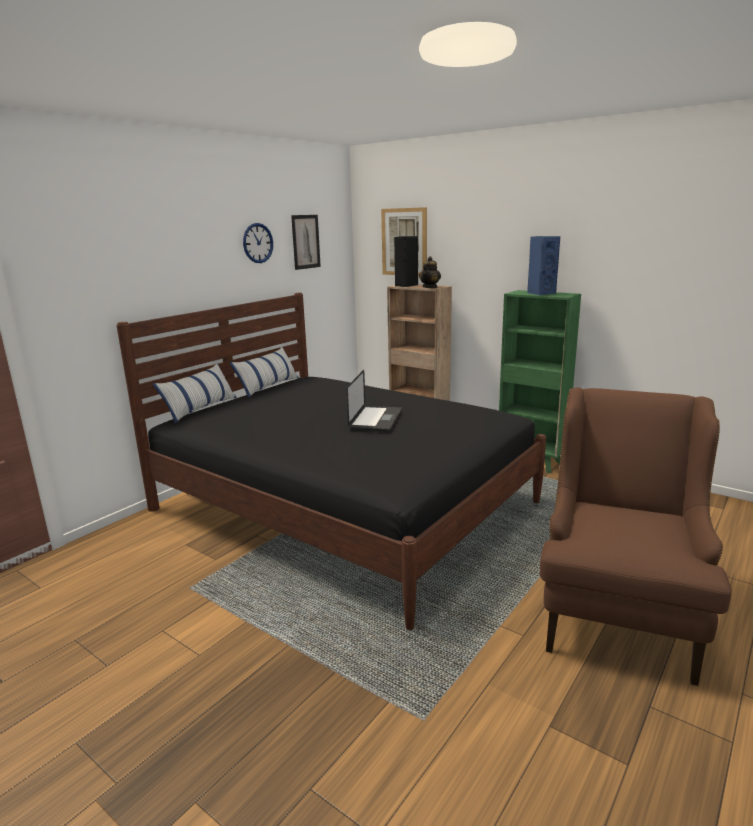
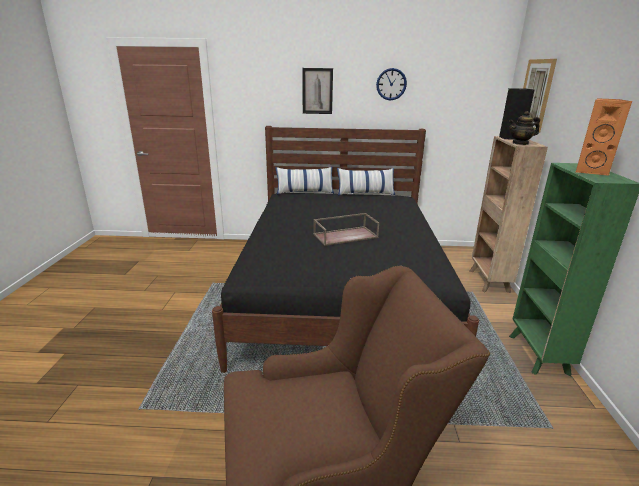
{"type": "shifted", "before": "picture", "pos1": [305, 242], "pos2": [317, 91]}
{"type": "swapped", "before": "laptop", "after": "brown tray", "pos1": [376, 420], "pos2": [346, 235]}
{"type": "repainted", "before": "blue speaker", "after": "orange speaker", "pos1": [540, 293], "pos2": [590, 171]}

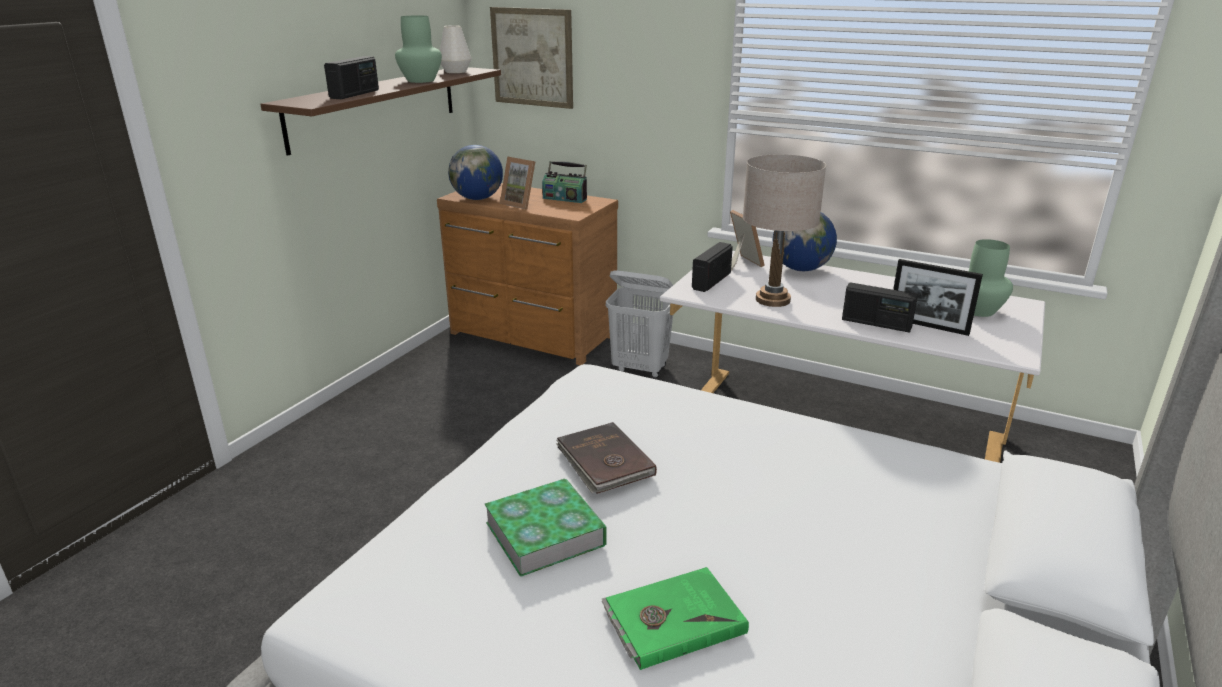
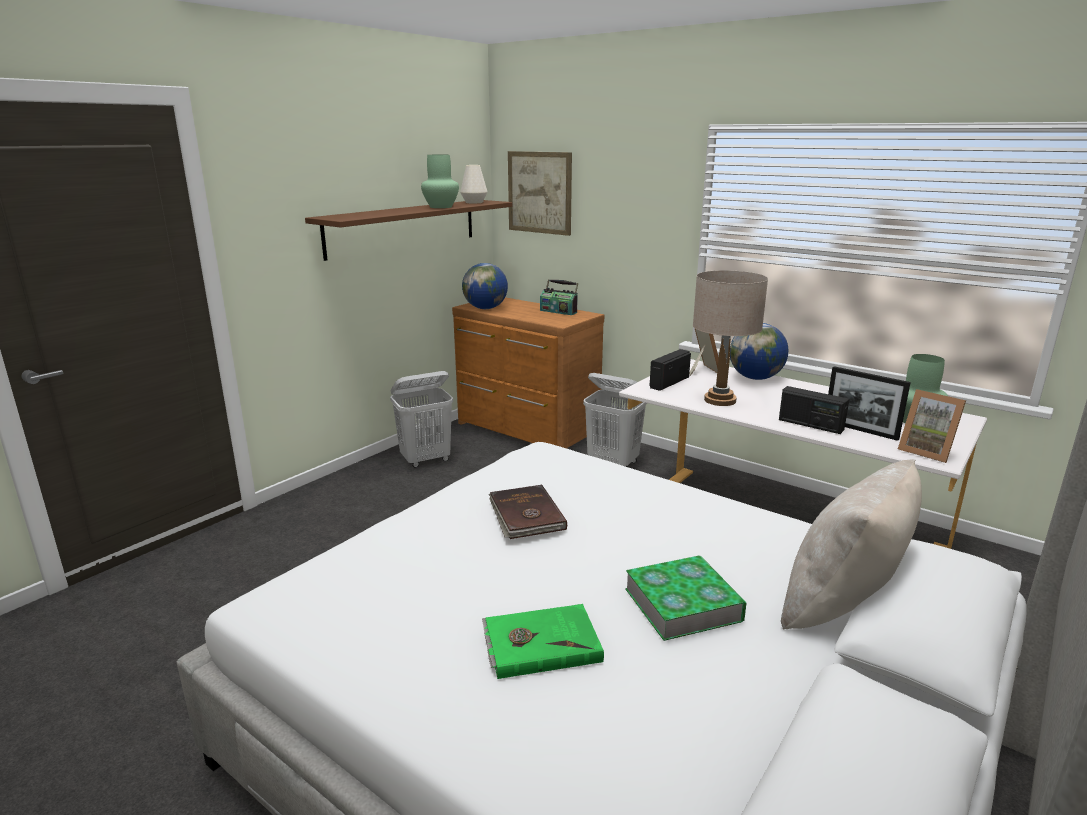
{"type": "gone", "before": "radio", "pos1": [355, 94]}
{"type": "new", "after": "white laundry basket", "pos2": [426, 460]}
{"type": "new", "after": "beige pillow", "pos2": [842, 606]}
{"type": "shifted", "before": "book", "pos1": [545, 533], "pos2": [682, 604]}
{"type": "shifted", "before": "picture frame", "pos1": [521, 204], "pos2": [927, 451]}

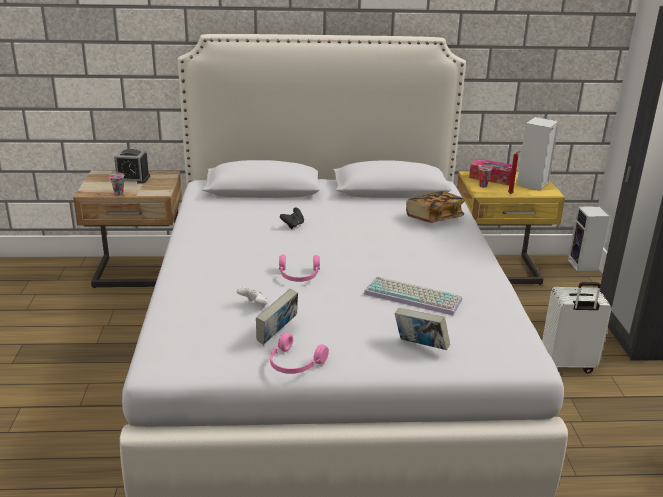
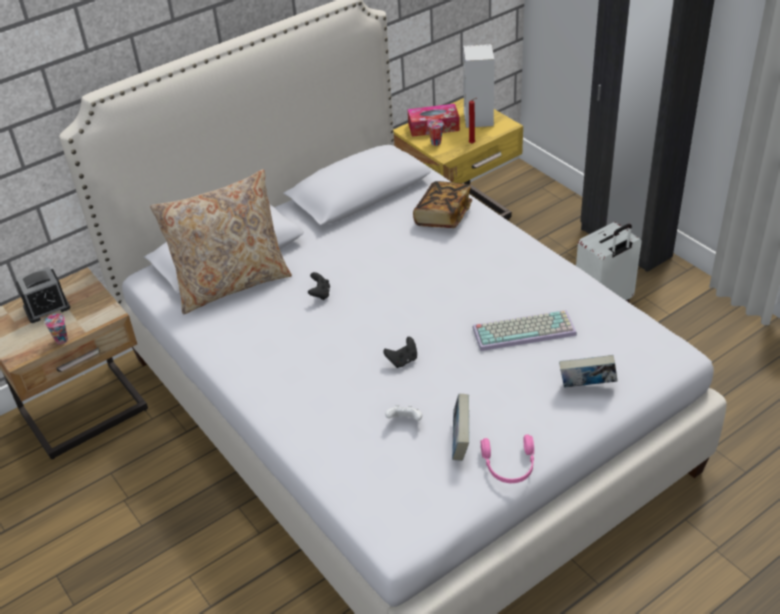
{"type": "gone", "before": "speaker", "pos1": [583, 265]}
{"type": "new", "after": "beige pillow", "pos2": [231, 283]}
{"type": "swapped", "before": "pink headphones", "after": "black game controller", "pos1": [299, 276], "pos2": [402, 360]}

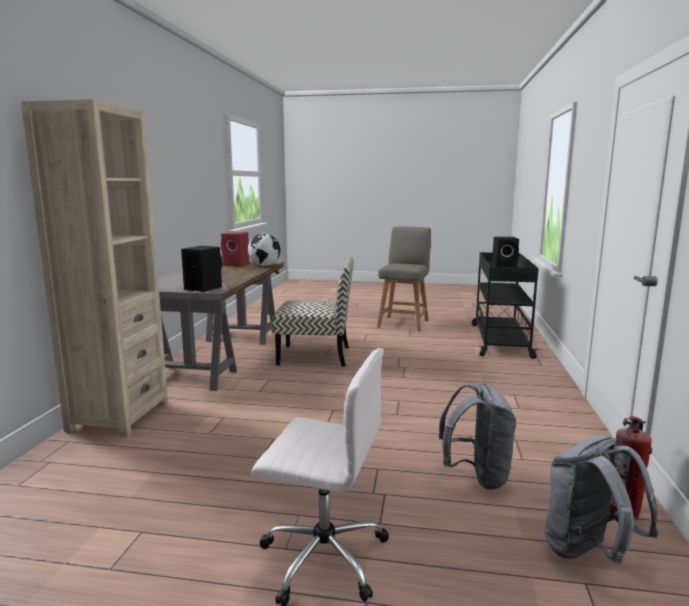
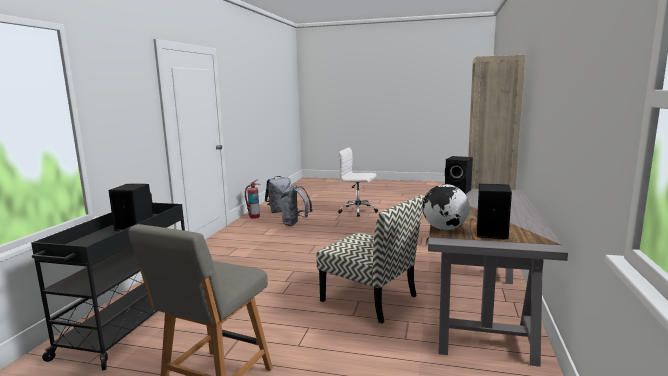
{"type": "repainted", "before": "red speaker", "after": "black speaker", "pos1": [237, 264], "pos2": [490, 233]}
{"type": "rotated", "before": "chair", "pos1": [316, 355], "pos2": [370, 298], "turn": -150}

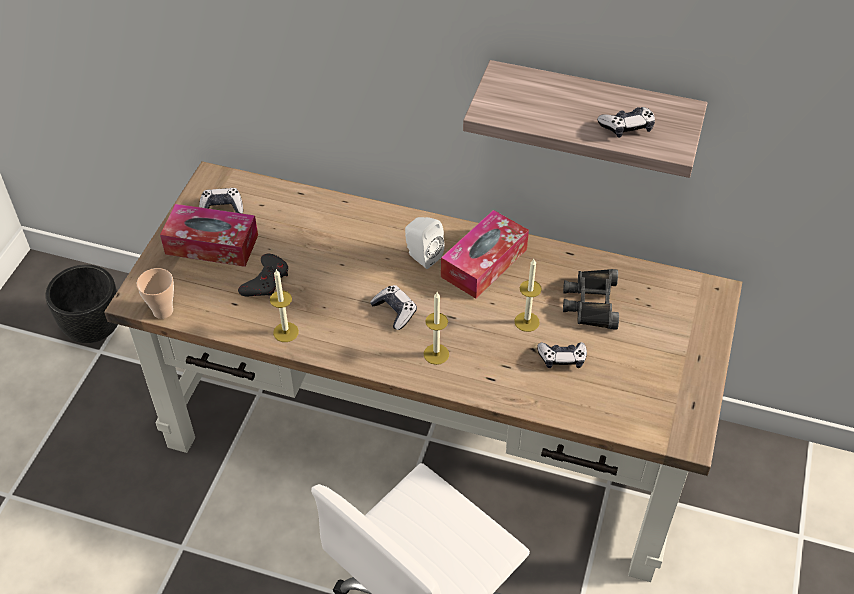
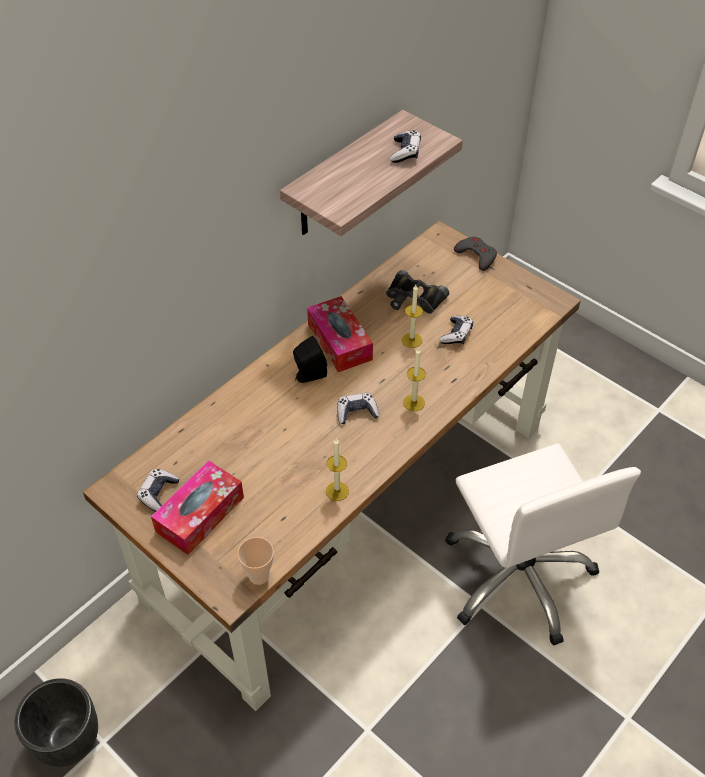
{"type": "shifted", "before": "grey game controller", "pos1": [266, 281], "pos2": [476, 256]}
{"type": "repainted", "before": "white speaker", "after": "black speaker", "pos1": [422, 256], "pos2": [308, 375]}

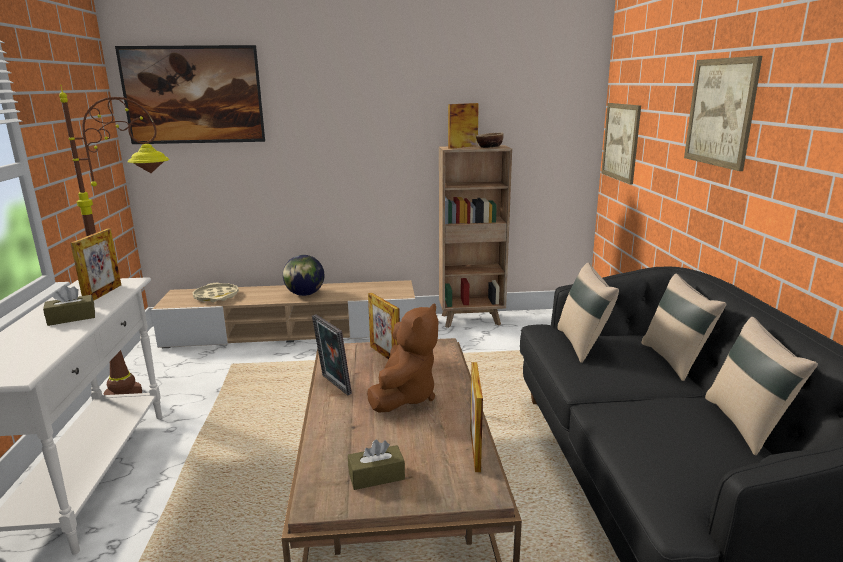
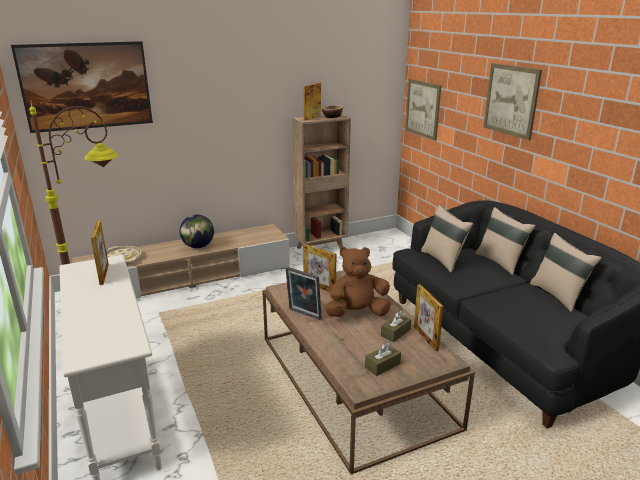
{"type": "shifted", "before": "brown tissue box", "pos1": [71, 318], "pos2": [395, 333]}
{"type": "rotated", "before": "brown plush toy", "pos1": [405, 396], "pos2": [357, 313], "turn": -105}

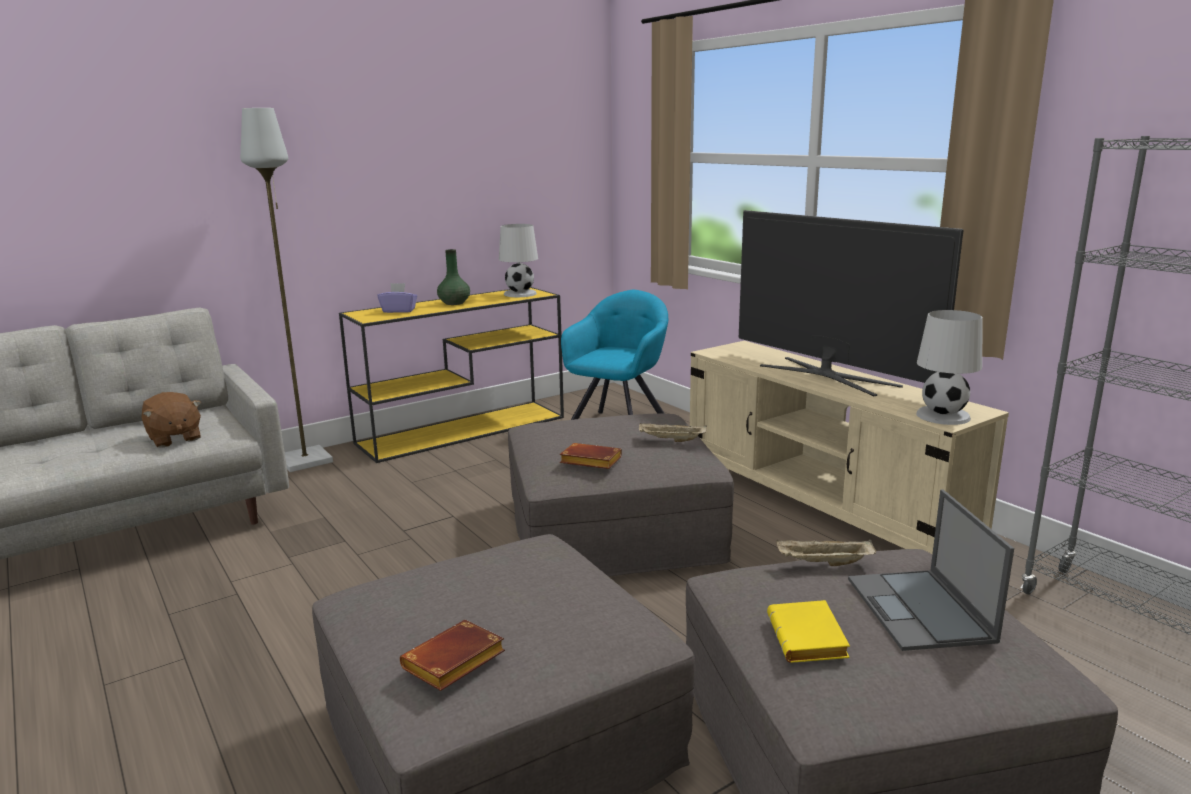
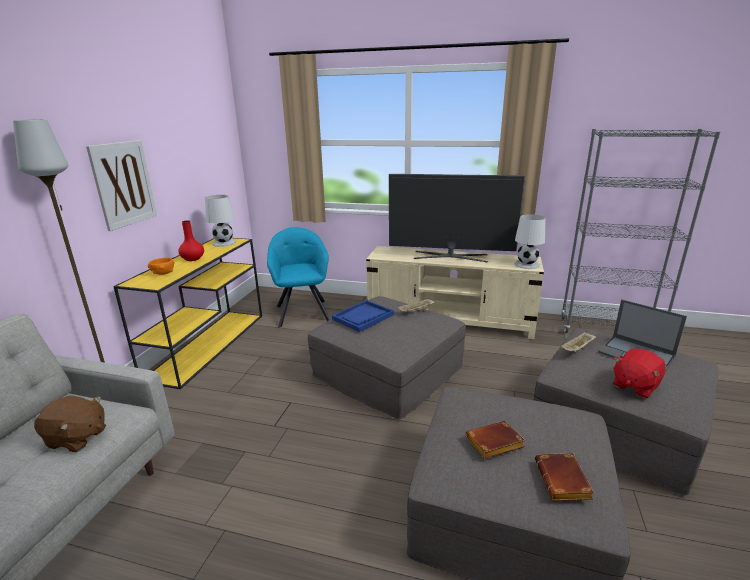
{"type": "new", "after": "picture", "pos2": [123, 184]}
{"type": "new", "after": "blue tray", "pos2": [363, 317]}
{"type": "shifted", "before": "brown book", "pos1": [589, 462], "pos2": [493, 444]}
{"type": "swapped", "before": "purple tissue box", "after": "orange bowl", "pos1": [399, 310], "pos2": [163, 273]}
{"type": "swapped", "before": "yellow book", "after": "red plush toy", "pos1": [810, 640], "pos2": [634, 386]}
{"type": "repainted", "before": "green vase", "after": "red vase", "pos1": [454, 303], "pos2": [192, 259]}

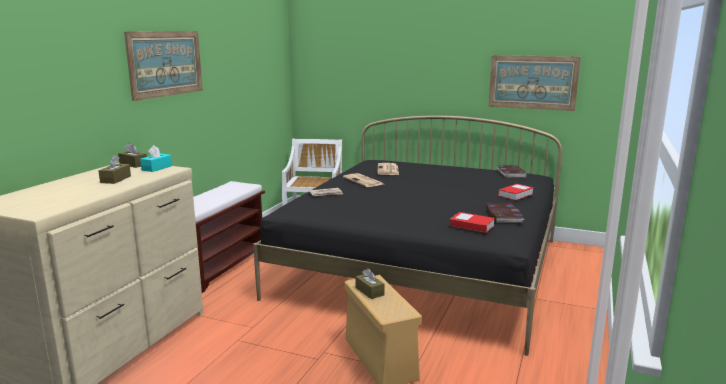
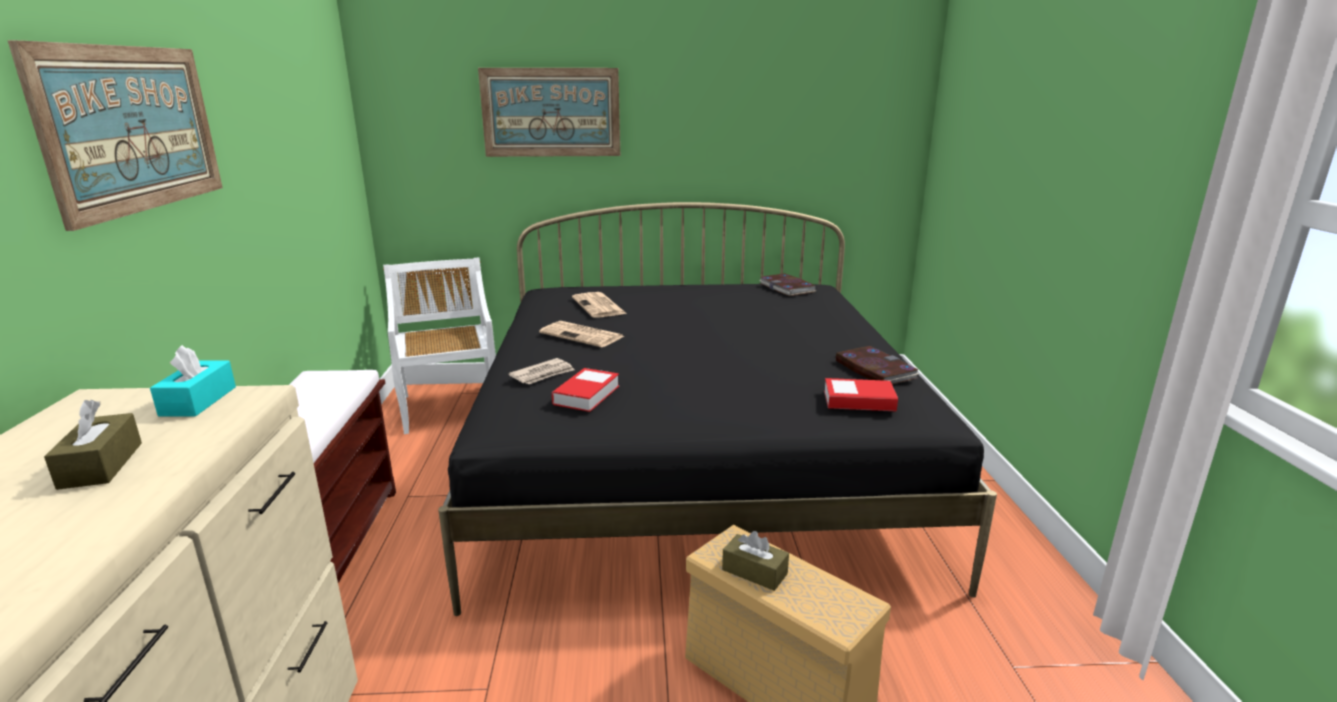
{"type": "gone", "before": "brown tissue box", "pos1": [133, 164]}
{"type": "shifted", "before": "picture", "pos1": [532, 82], "pos2": [551, 112]}
{"type": "shifted", "before": "book", "pos1": [515, 195], "pos2": [586, 395]}

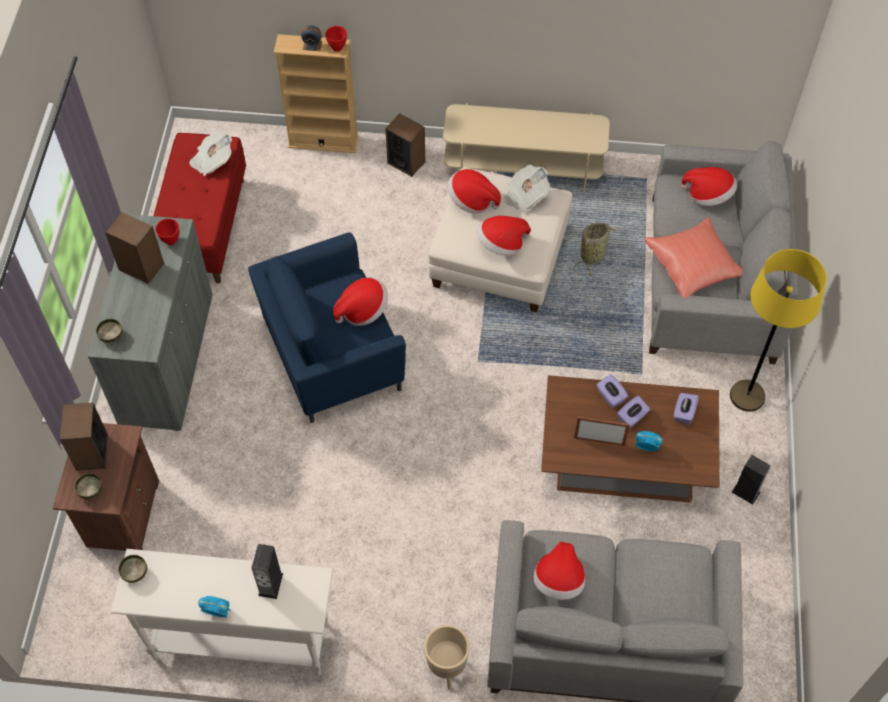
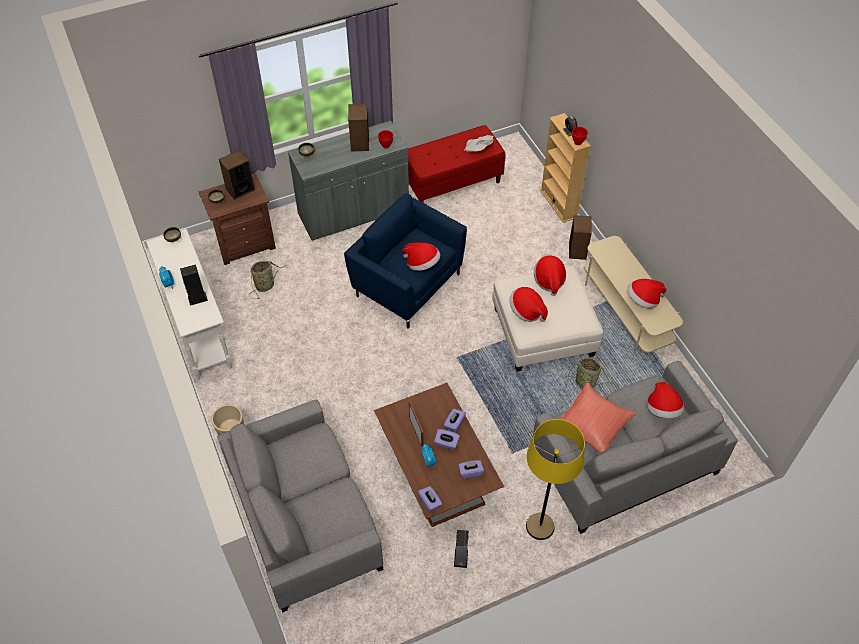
{"type": "gone", "before": "newspaper", "pos1": [525, 196]}
{"type": "new", "after": "basket", "pos2": [266, 285]}
{"type": "new", "after": "purple tissue box", "pos2": [430, 502]}
{"type": "shifted", "before": "hat", "pos1": [559, 581], "pos2": [643, 300]}

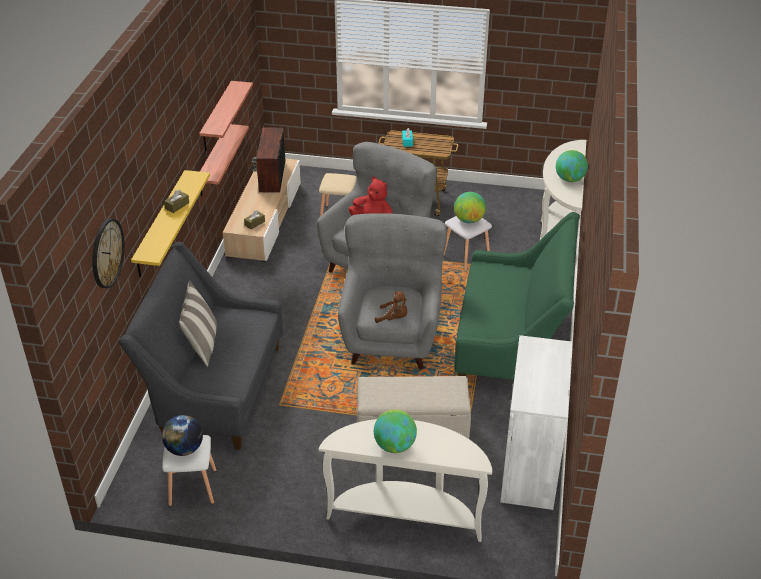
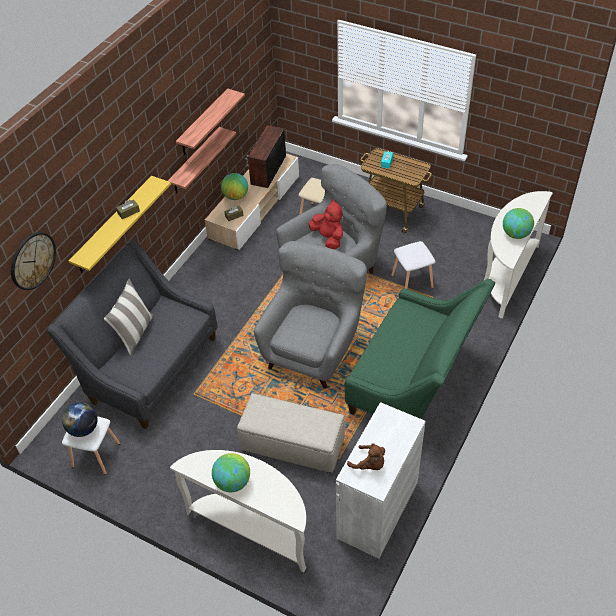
{"type": "shifted", "before": "brown plush toy", "pos1": [393, 318], "pos2": [369, 464]}
{"type": "shifted", "before": "globe", "pos1": [469, 220], "pos2": [236, 196]}

